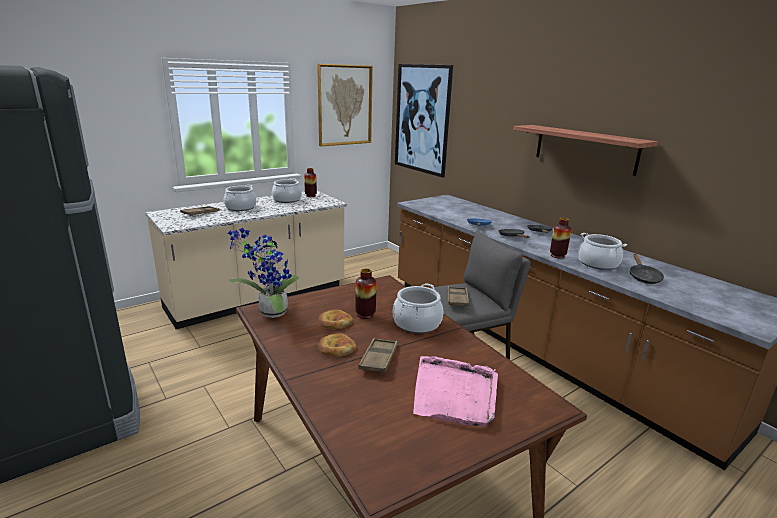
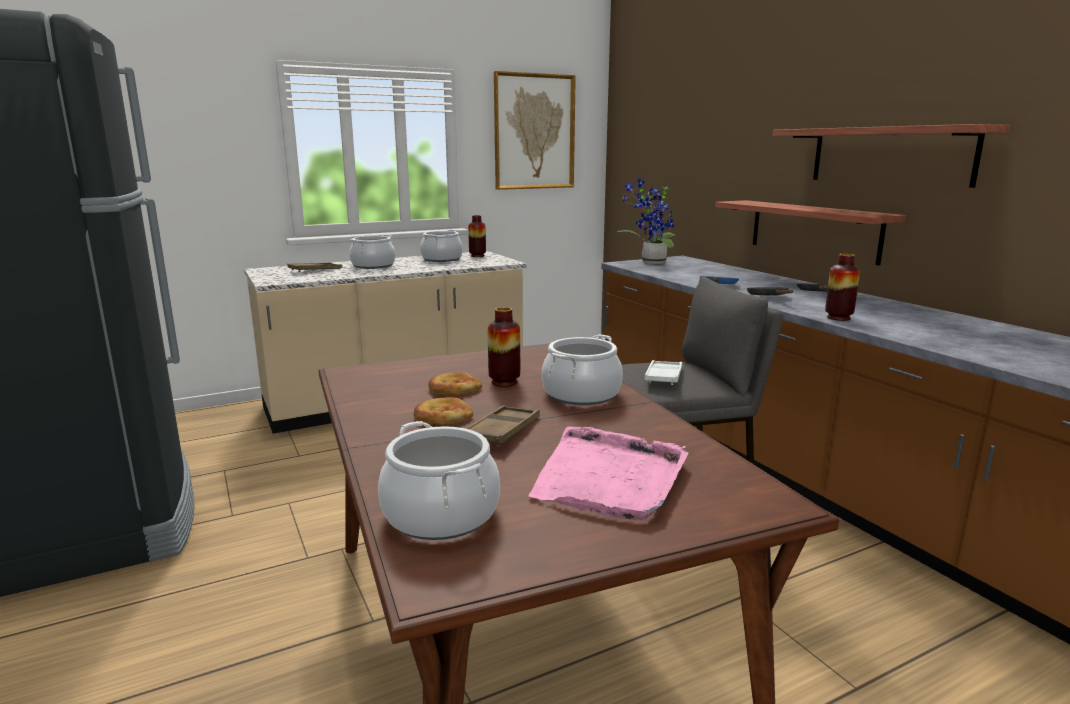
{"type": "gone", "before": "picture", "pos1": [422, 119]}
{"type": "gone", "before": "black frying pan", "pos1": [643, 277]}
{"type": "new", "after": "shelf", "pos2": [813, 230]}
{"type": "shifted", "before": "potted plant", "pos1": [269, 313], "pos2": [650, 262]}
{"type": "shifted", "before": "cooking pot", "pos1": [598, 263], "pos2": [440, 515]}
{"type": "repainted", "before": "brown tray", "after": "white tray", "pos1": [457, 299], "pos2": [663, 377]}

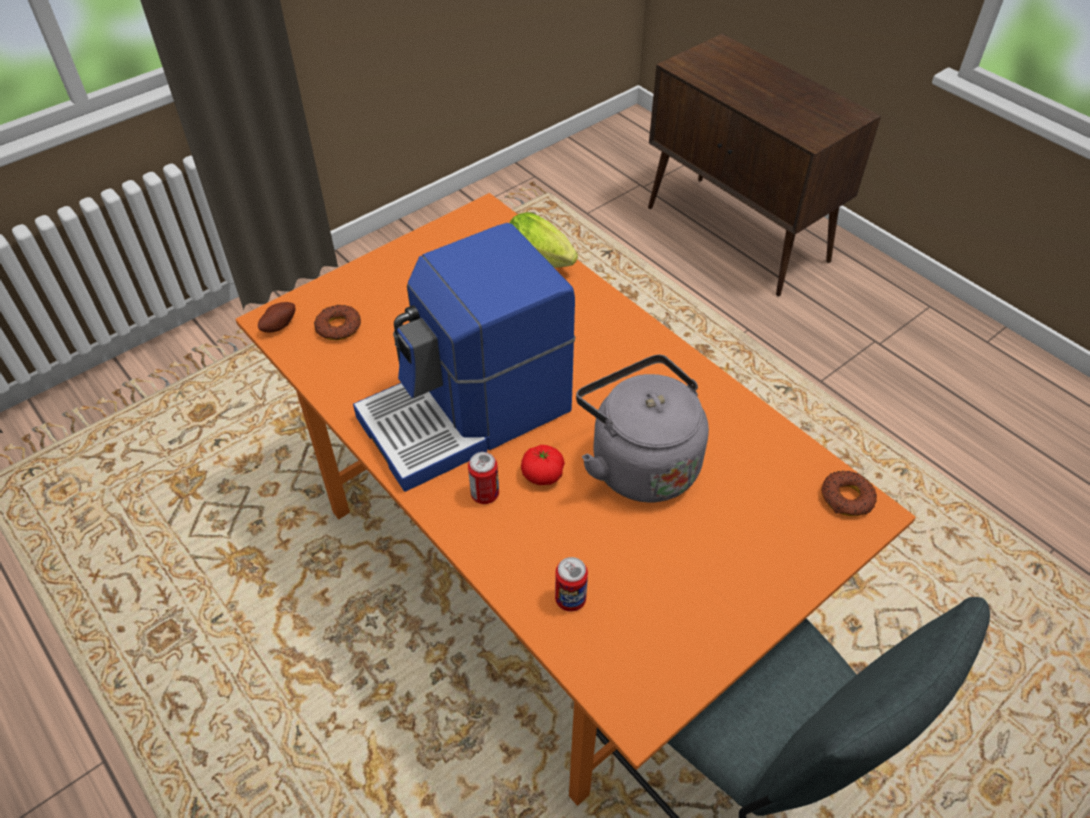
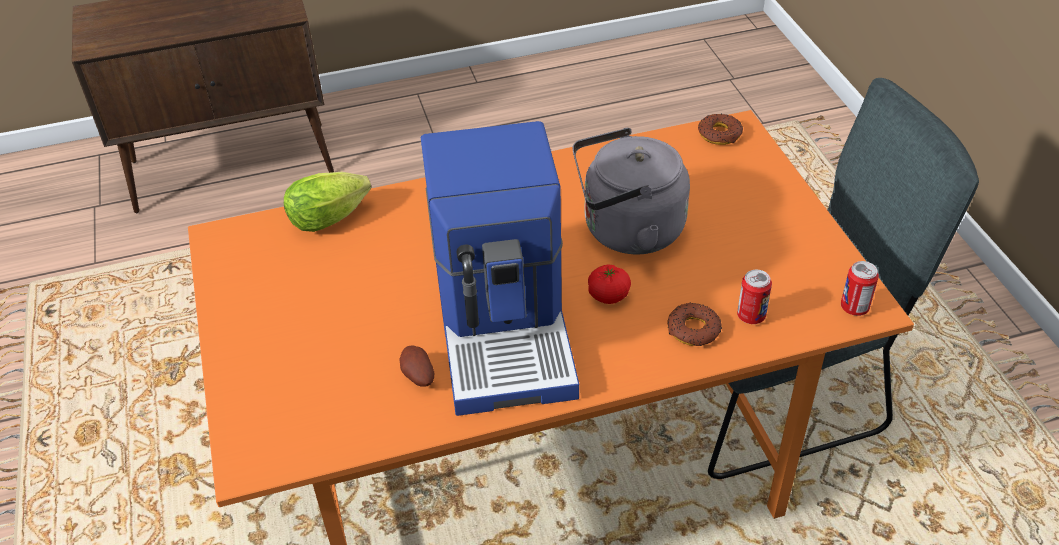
{"type": "shifted", "before": "potato", "pos1": [278, 325], "pos2": [417, 376]}
{"type": "shifted", "before": "donut", "pos1": [338, 327], "pos2": [693, 330]}
{"type": "shifted", "before": "can", "pos1": [485, 494], "pos2": [854, 307]}

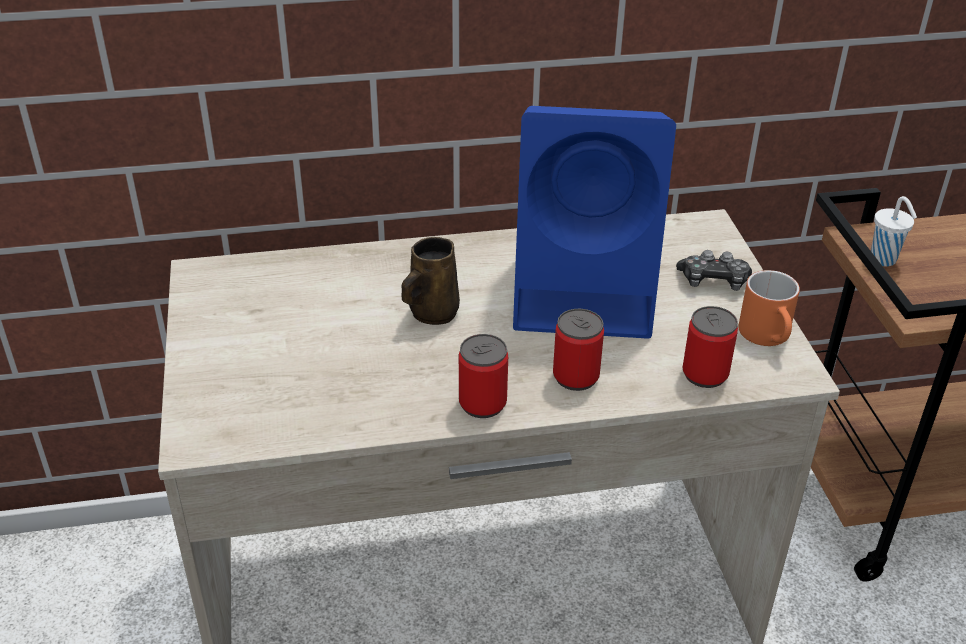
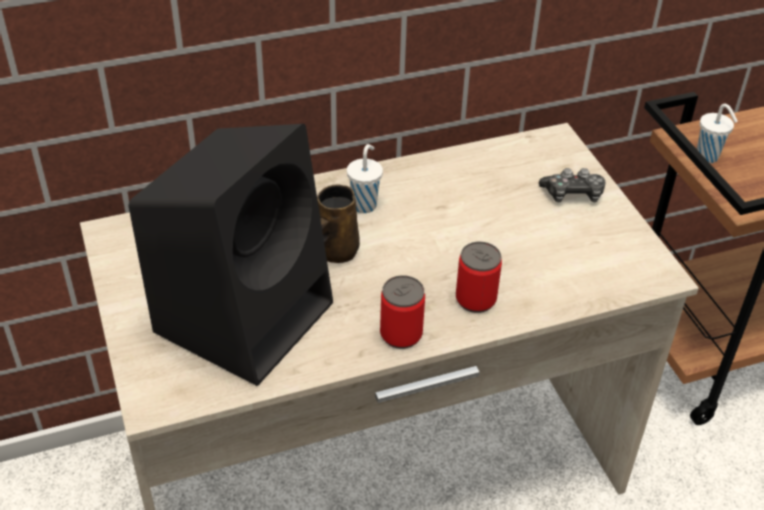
{"type": "gone", "before": "blue speaker", "pos1": [587, 293]}
{"type": "gone", "before": "can", "pos1": [705, 374]}
{"type": "gone", "before": "orange mug", "pos1": [769, 337]}
{"type": "new", "after": "black speaker", "pos2": [246, 314]}
{"type": "new", "after": "white cup", "pos2": [365, 204]}

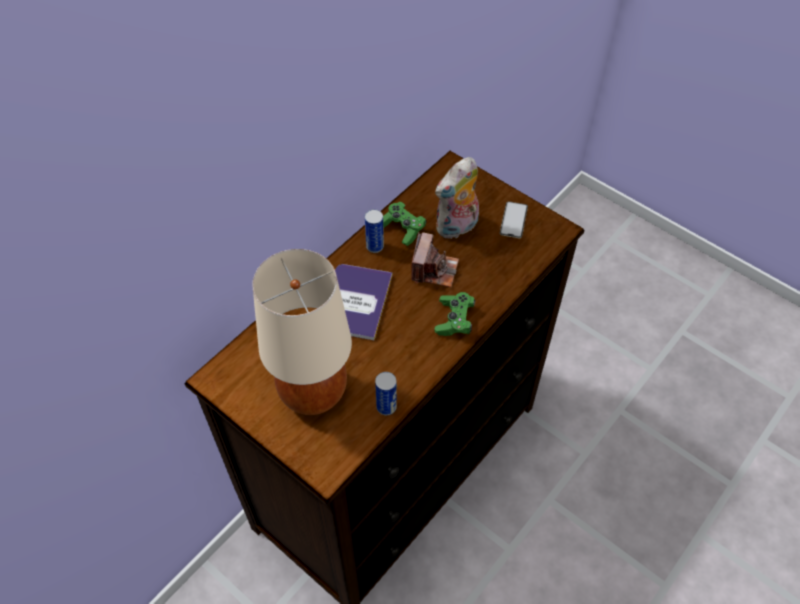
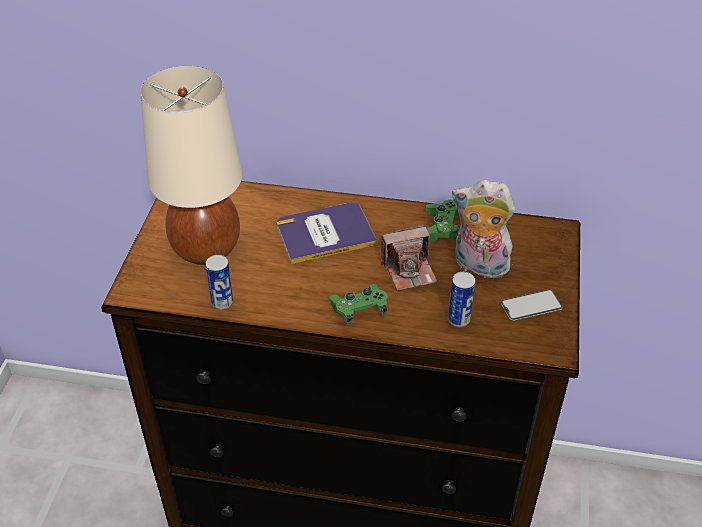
{"type": "shifted", "before": "can", "pos1": [375, 246], "pos2": [459, 320]}

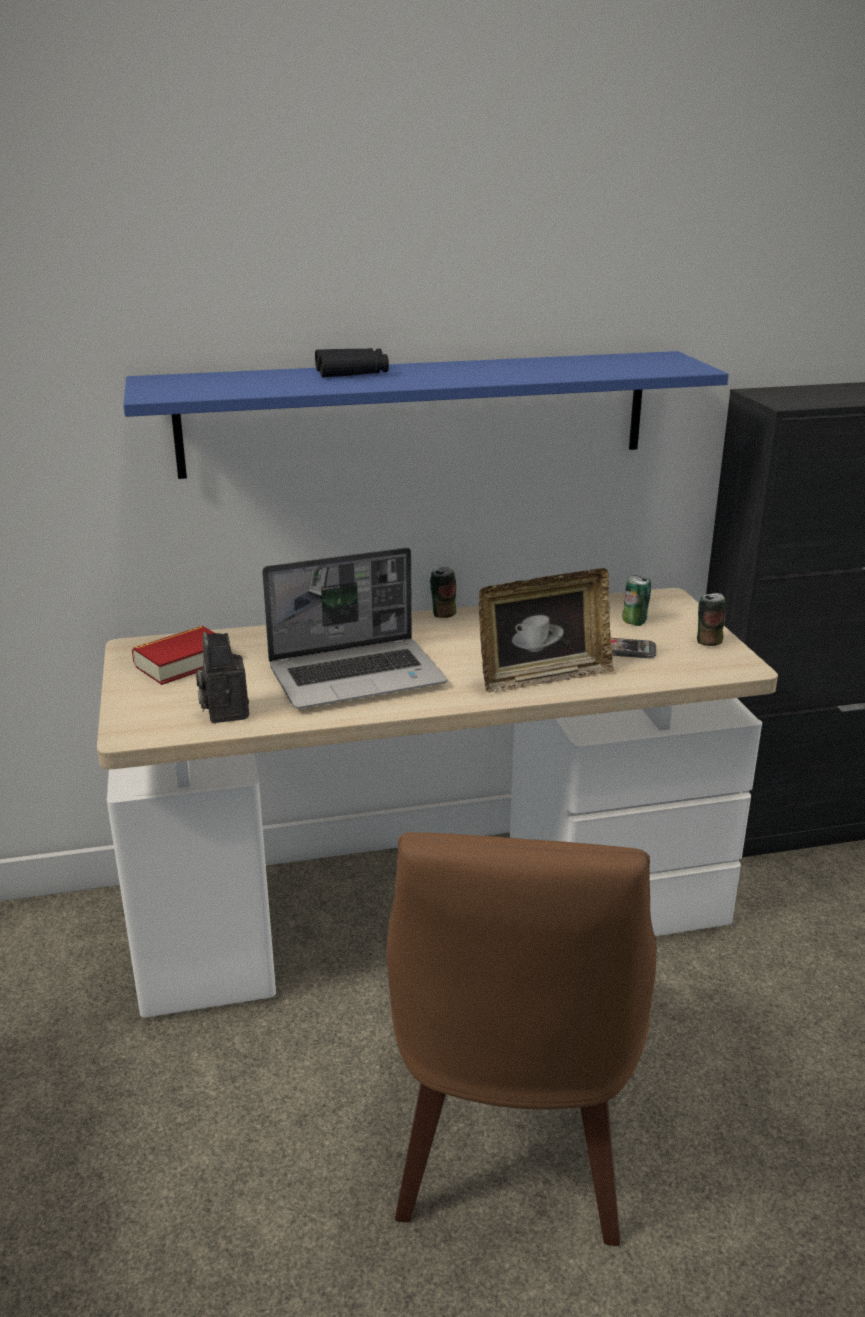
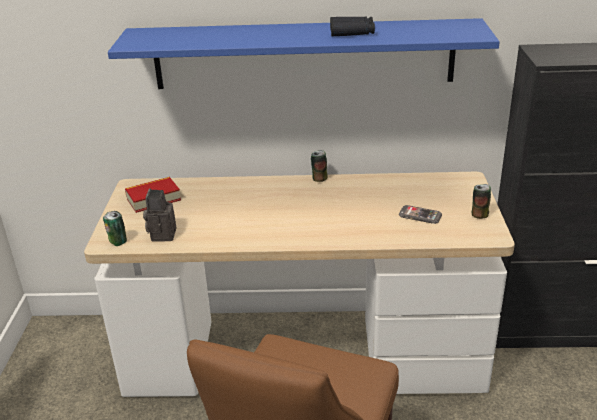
{"type": "gone", "before": "laptop", "pos1": [358, 676]}
{"type": "gone", "before": "picture frame", "pos1": [543, 677]}
{"type": "shifted", "before": "black binoculars", "pos1": [352, 372], "pos2": [352, 32]}
{"type": "shifted", "before": "can", "pos1": [634, 622], "pos2": [117, 242]}

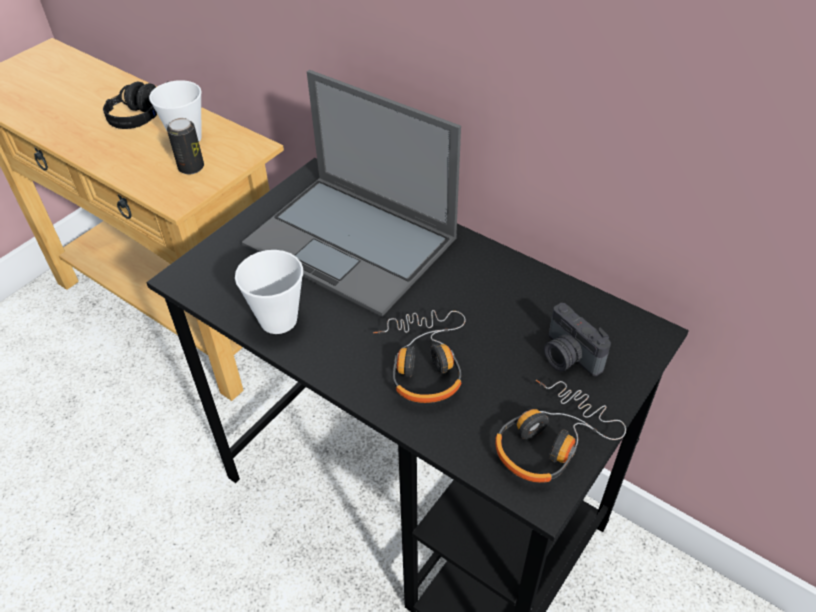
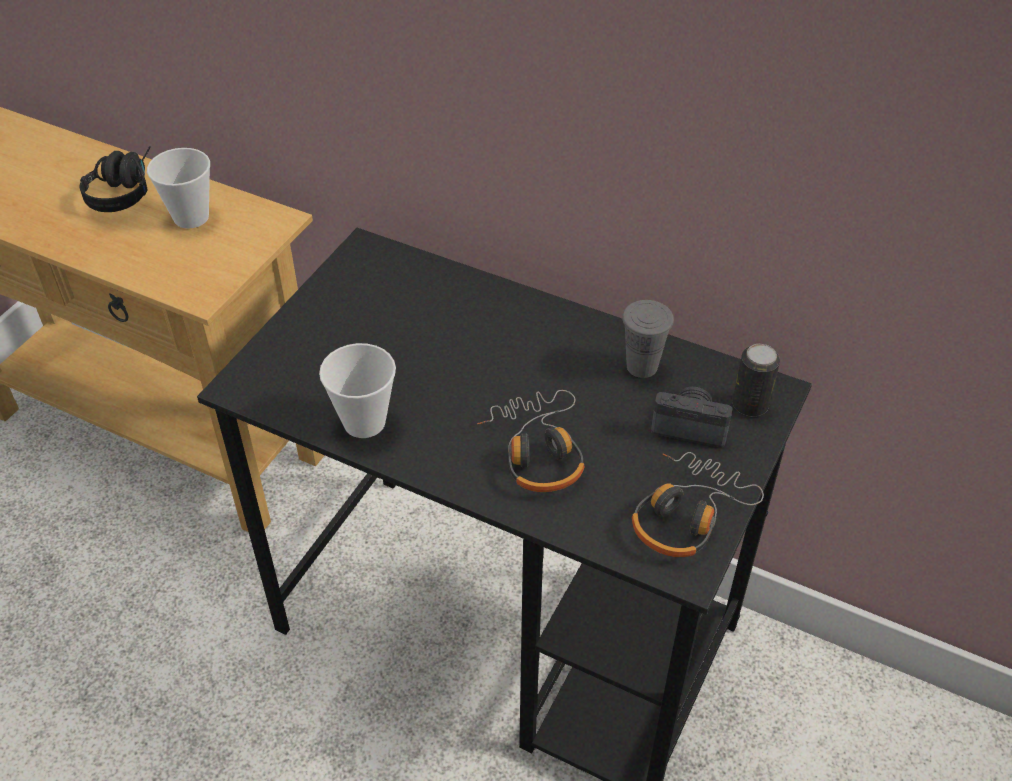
{"type": "gone", "before": "laptop", "pos1": [352, 243]}
{"type": "new", "after": "grey cup", "pos2": [642, 366]}
{"type": "shifted", "before": "can", "pos1": [191, 167], "pos2": [750, 405]}
{"type": "rotated", "before": "photo camera", "pos1": [567, 357], "pos2": [690, 426], "turn": 150}

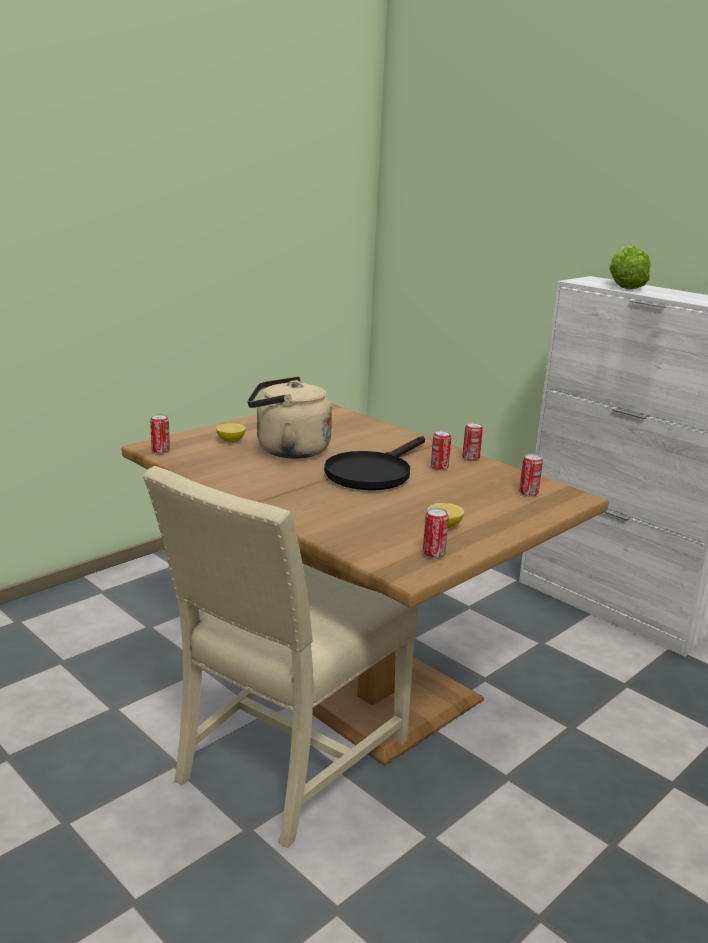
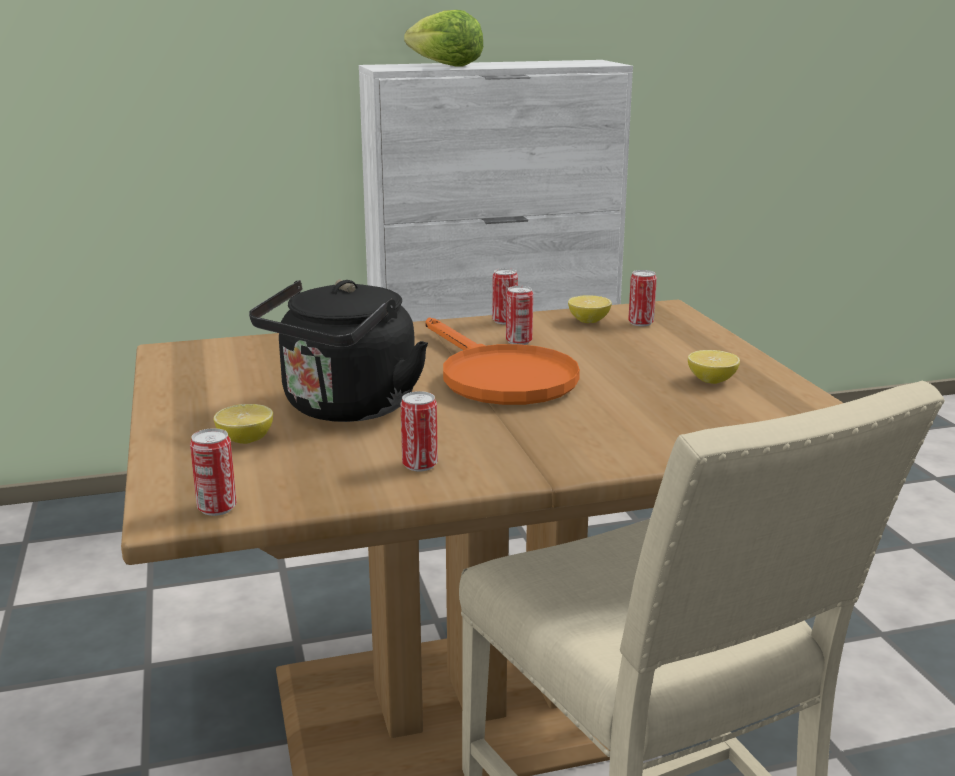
{"type": "new", "after": "lemon", "pos2": [589, 321]}
{"type": "shifted", "before": "can", "pos1": [433, 554], "pos2": [420, 465]}
{"type": "repainted", "before": "beige kettle", "after": "black kettle", "pos1": [287, 450], "pos2": [345, 409]}
{"type": "repainted", "before": "black frying pan", "after": "orange frying pan", "pos1": [373, 472], "pos2": [498, 377]}

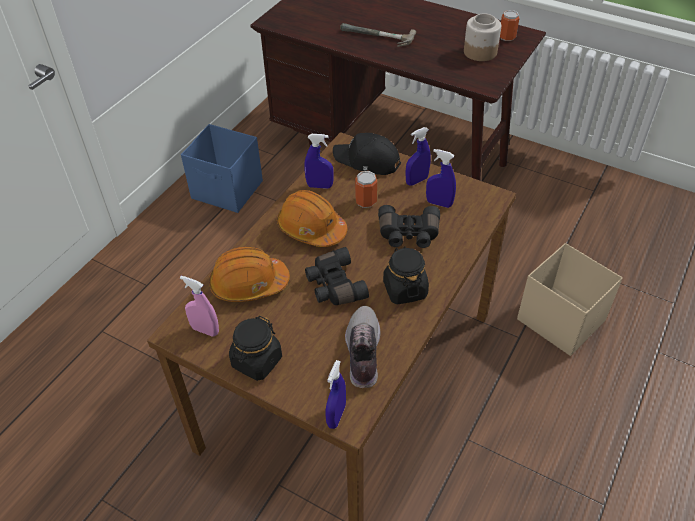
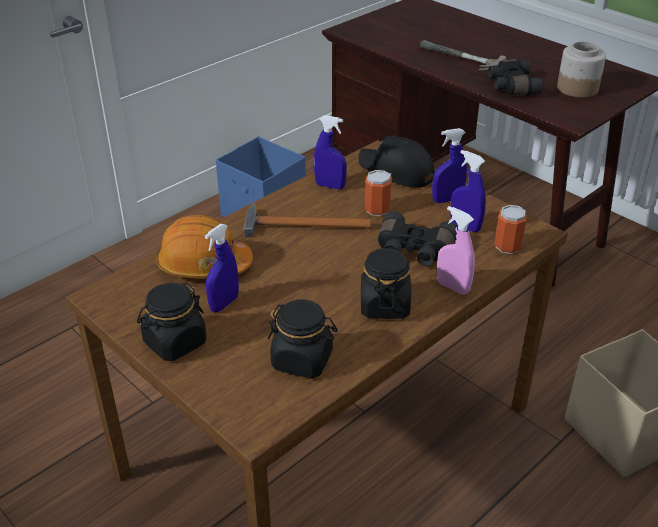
{"type": "shifted", "before": "pink spray bottle", "pos1": [205, 330], "pos2": [453, 287]}
{"type": "shifted", "before": "black binoculars", "pos1": [334, 286], "pos2": [511, 86]}
{"type": "shifted", "before": "blue spray bottle", "pos1": [336, 416], "pos2": [224, 304]}
{"type": "shifted", "before": "can", "pos1": [507, 37], "pos2": [507, 246]}
{"type": "swapped", "before": "orange hard hat", "after": "hammer", "pos1": [311, 228], "pos2": [301, 225]}
{"type": "swapped", "before": "shoe", "after": "black jar", "pos1": [362, 353], "pos2": [302, 360]}

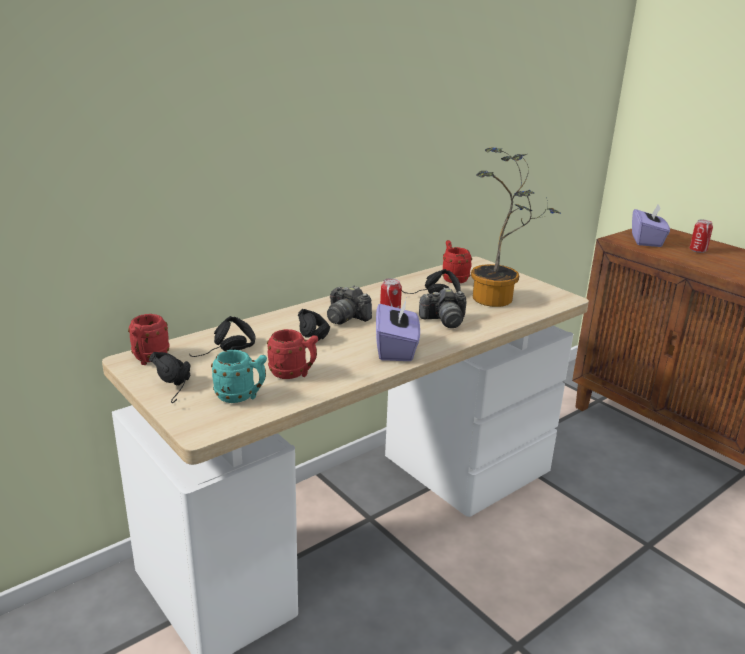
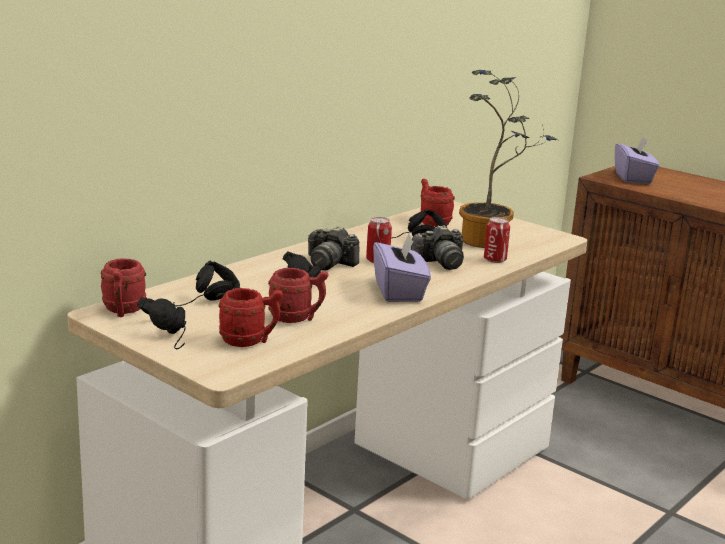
{"type": "shifted", "before": "can", "pos1": [698, 250], "pos2": [495, 260]}
{"type": "repainted", "before": "turquoise mug", "after": "red mug", "pos1": [241, 397], "pos2": [250, 341]}

